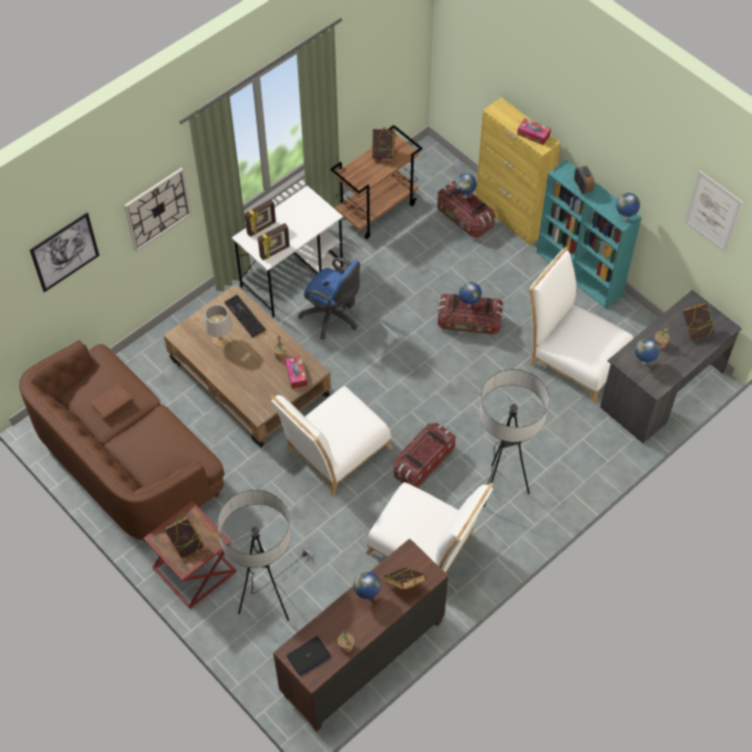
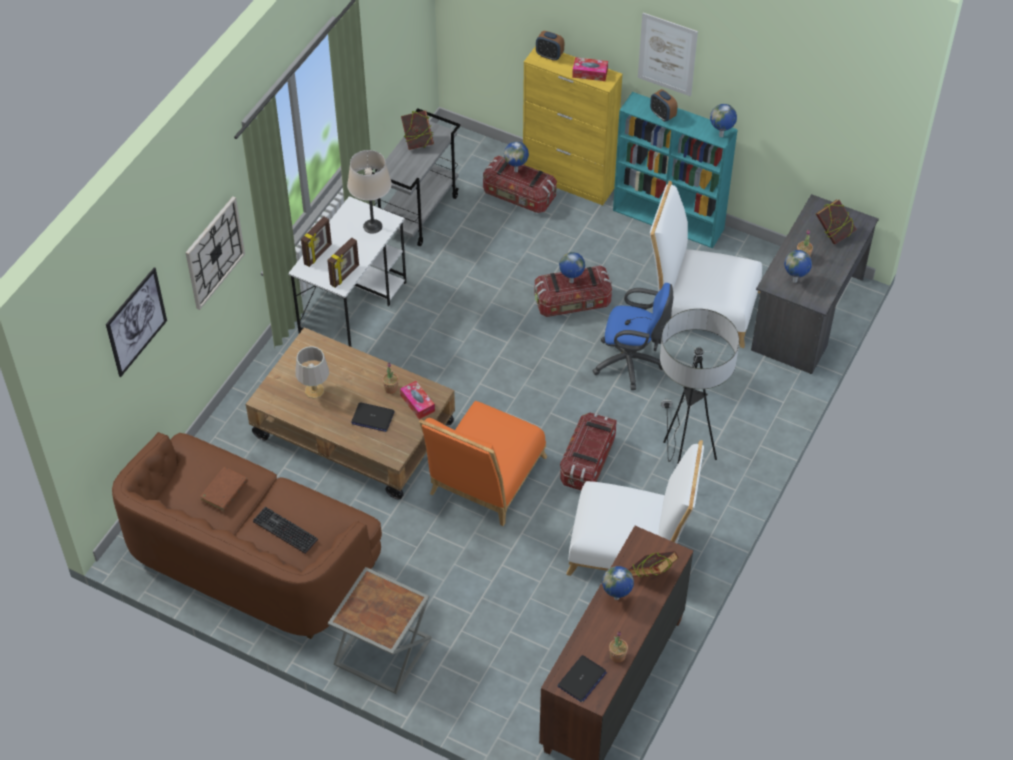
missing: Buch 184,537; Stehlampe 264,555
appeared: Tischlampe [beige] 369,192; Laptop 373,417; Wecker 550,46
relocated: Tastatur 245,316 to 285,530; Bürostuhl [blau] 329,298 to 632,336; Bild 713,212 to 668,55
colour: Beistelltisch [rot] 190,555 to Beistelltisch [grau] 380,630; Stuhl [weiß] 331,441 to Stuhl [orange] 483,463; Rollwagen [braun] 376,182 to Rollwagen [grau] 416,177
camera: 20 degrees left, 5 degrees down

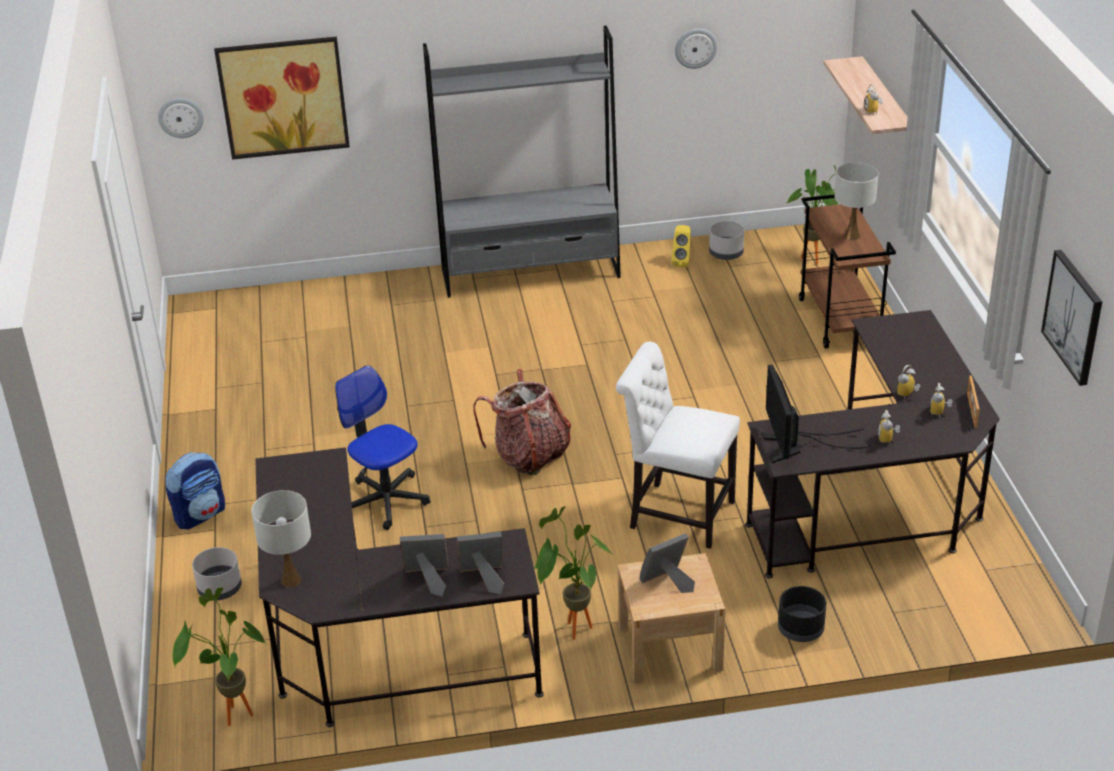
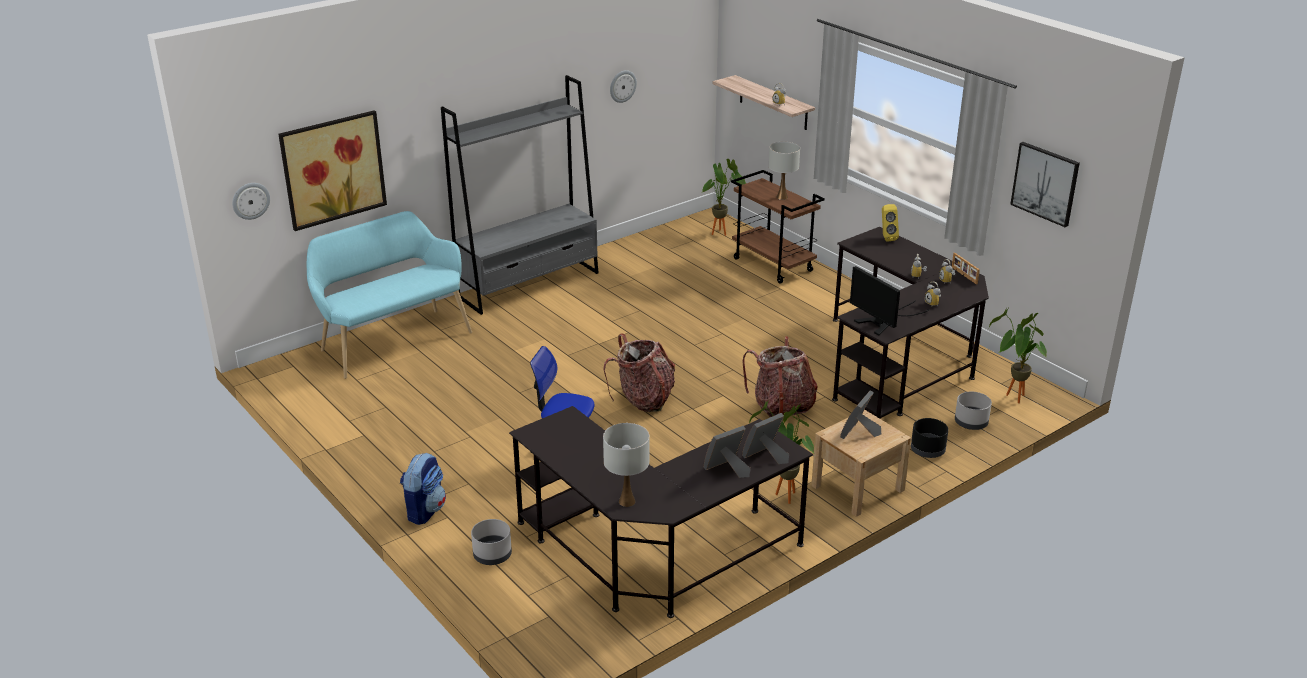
appeared: Bank [türkis] 389,295
relocated: Topfpflanze 219,657 to 1018,355; Lautsprecher [gelb] 681,246 to 890,223; Pflanzkübel [grau] 726,240 to 973,411
exchanged: Stuhl [weiß] 678,445 to Rucksack 780,378
camera: 30 degrees left, 5 degrees down

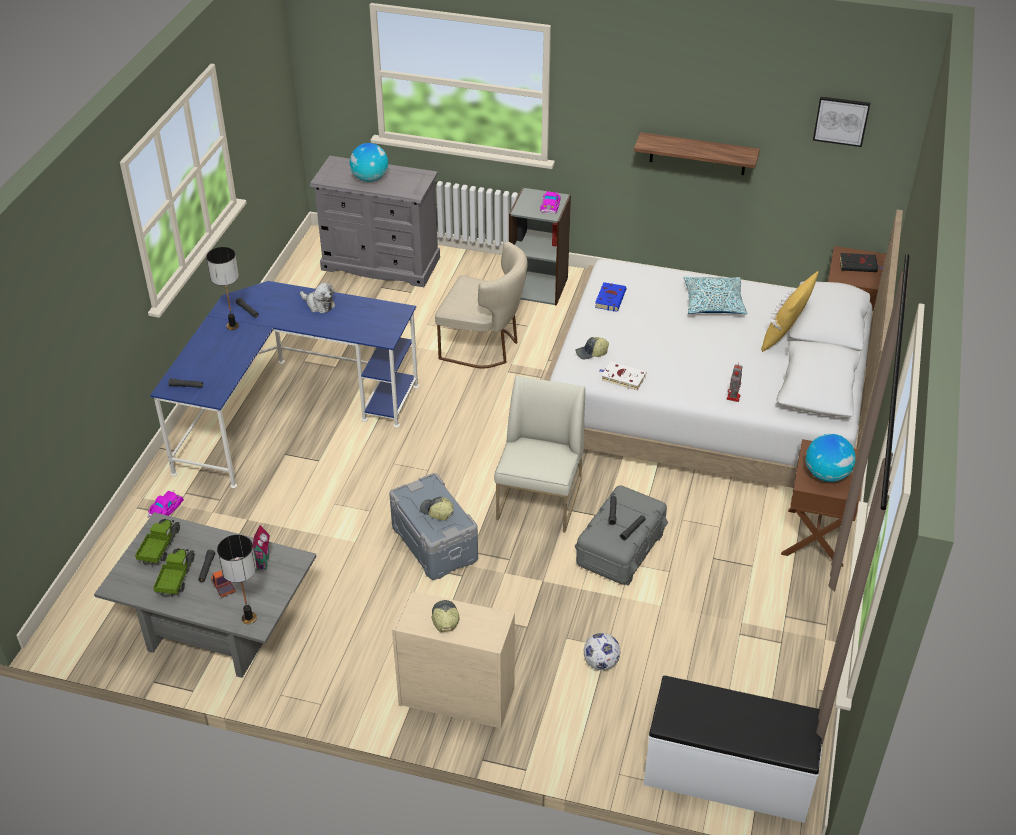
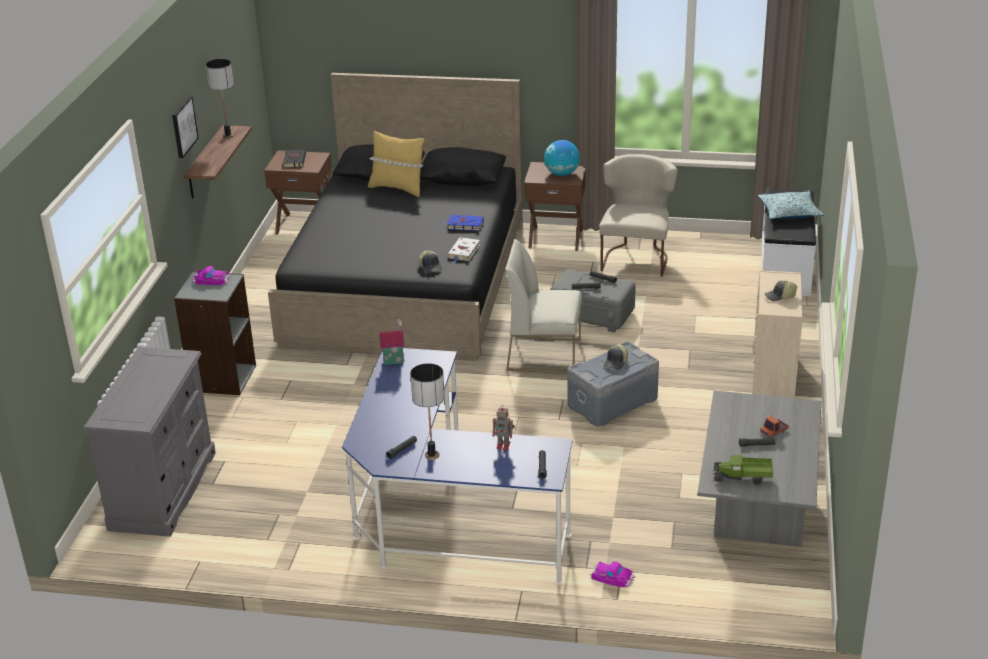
missing: Spielzeuglaster 174,572; Plüschtier 317,297; Globus 369,162; Fußball 602,651
relocated: Tischlampe 237,579 to 220,98; Spielzeughaus 261,548 to 392,341; Stuhl [beige] 481,305 to 638,215; Buch [blau] 610,297 to 464,223; Kissen 716,295 to 791,205; Spielzeugroboter 735,382 to 504,427; Bild 841,121 to 185,127
colour: Bett [weiß] 723,348 to Bett [schwarz] 395,217
camera: 95 degrees left, 10 degrees down

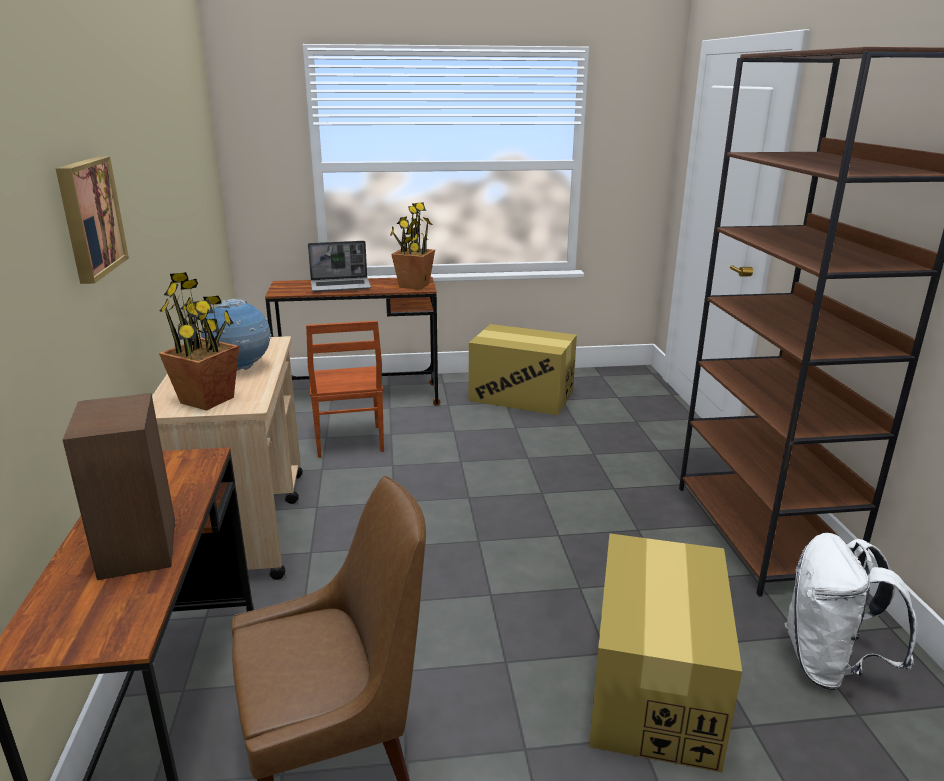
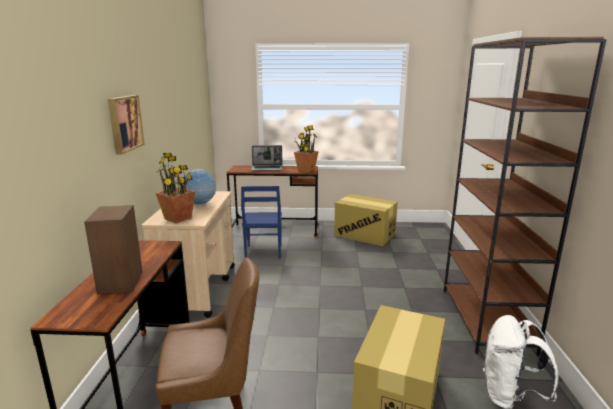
colour: Stuhl [braun] 345,389 to Stuhl [blau] 261,222
camera: 10 degrees right, 5 degrees down

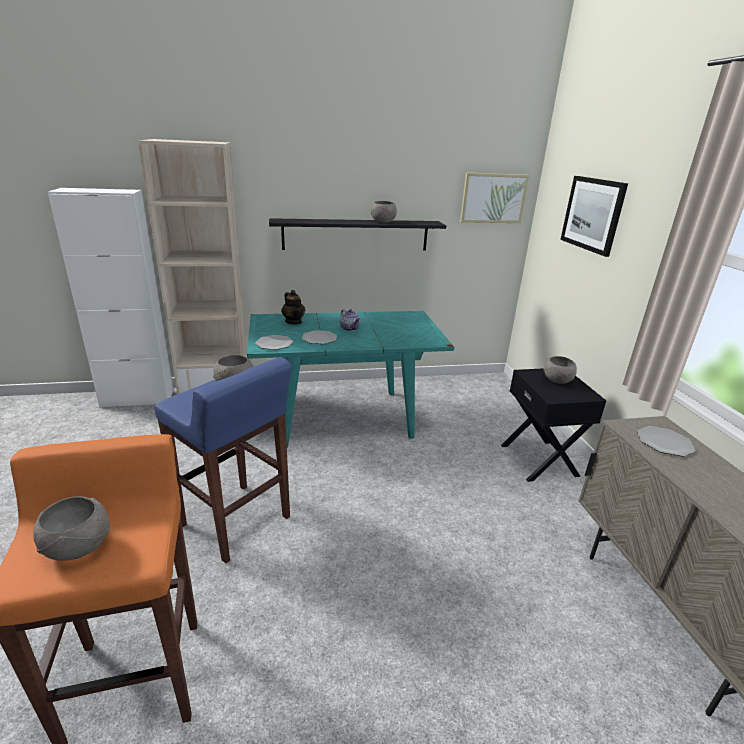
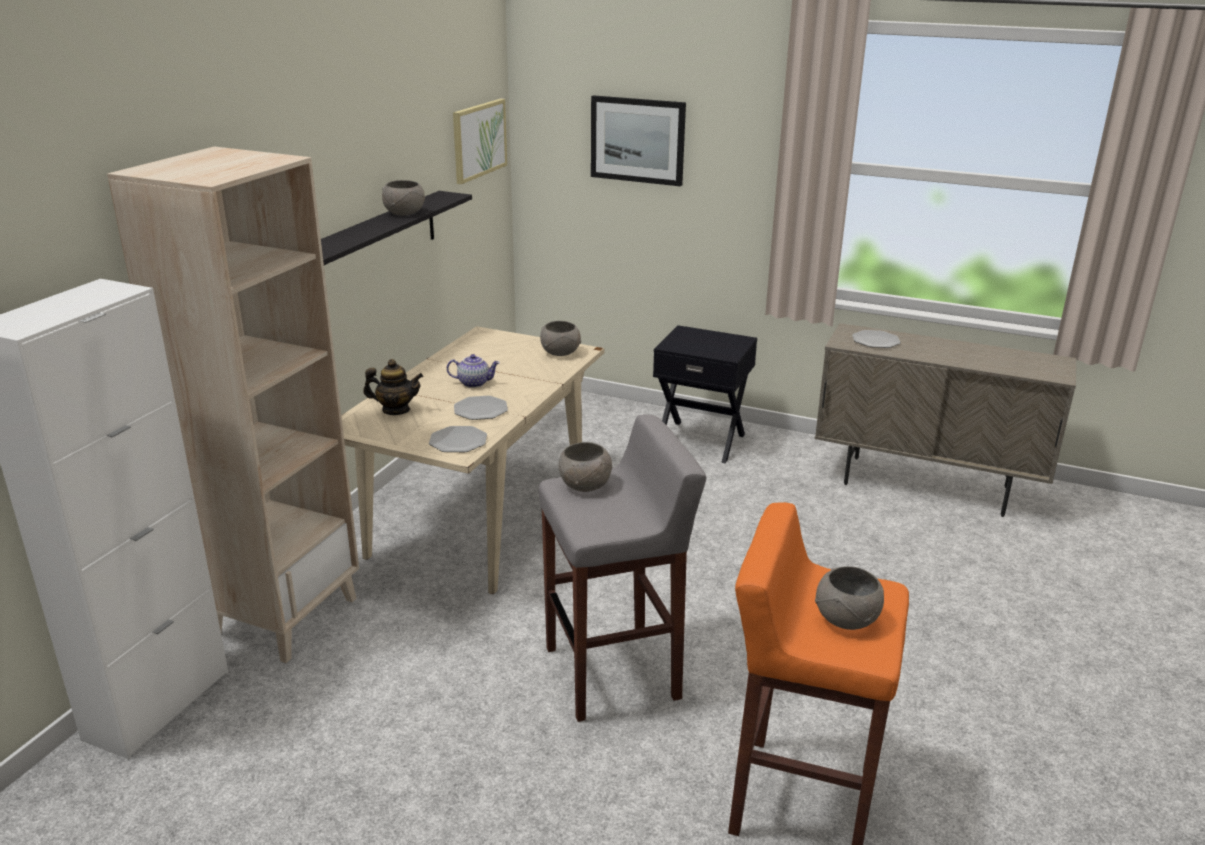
relocated: Schüssel [grau] 560,370 to 560,338
colour: Hocker [blau] 223,460 to Hocker [grau] 622,568; Esstisch [türkis] 350,379 to Esstisch [beige] 472,460
camera: 55 degrees left, 0 degrees up

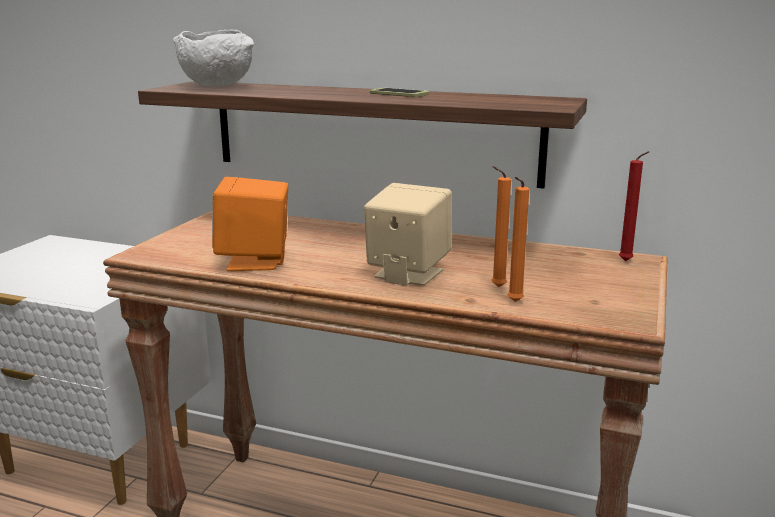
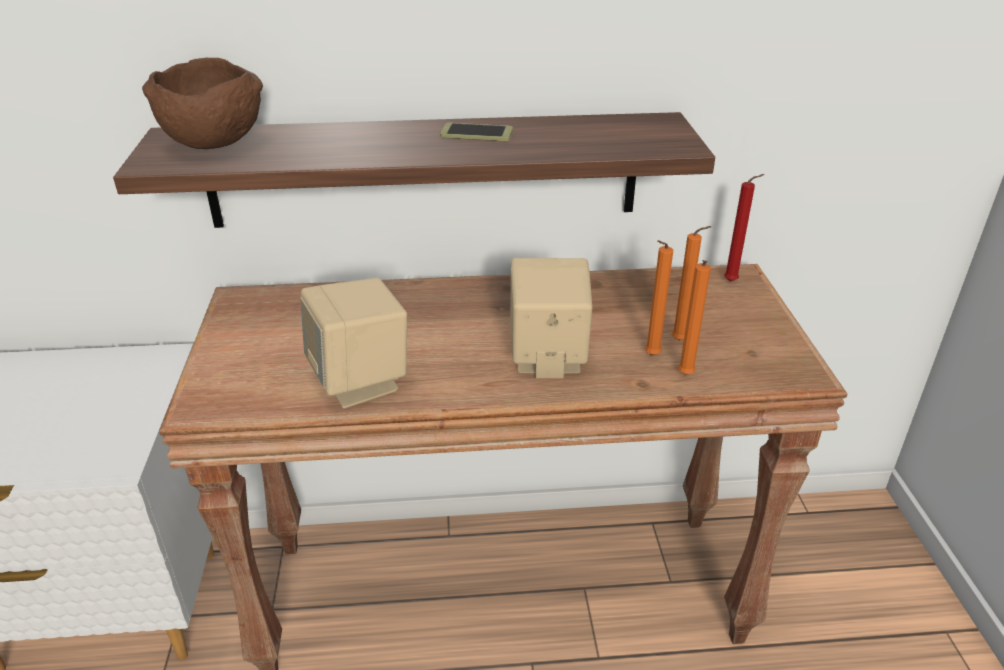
appeared: Kerze [orange] 692,283
colour: Schüssel [weiß] 213,58 to Schüssel [braun] 202,103; Lautsprecher [orange] 250,224 to Lautsprecher [beige] 353,343
camera: 25 degrees left, 15 degrees up

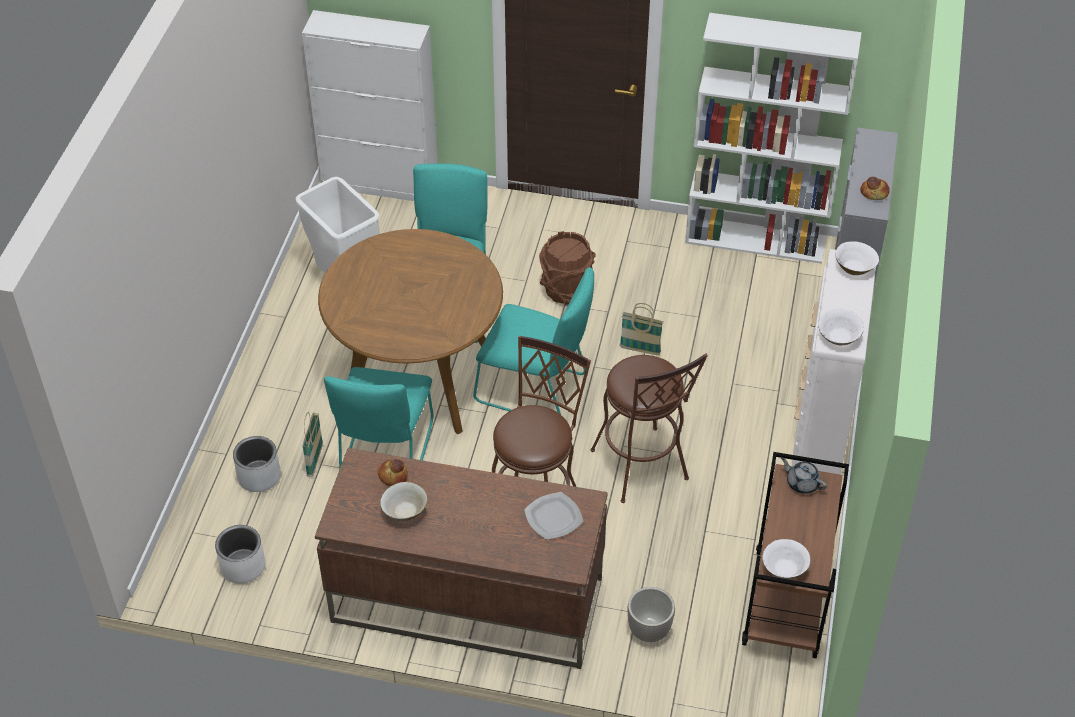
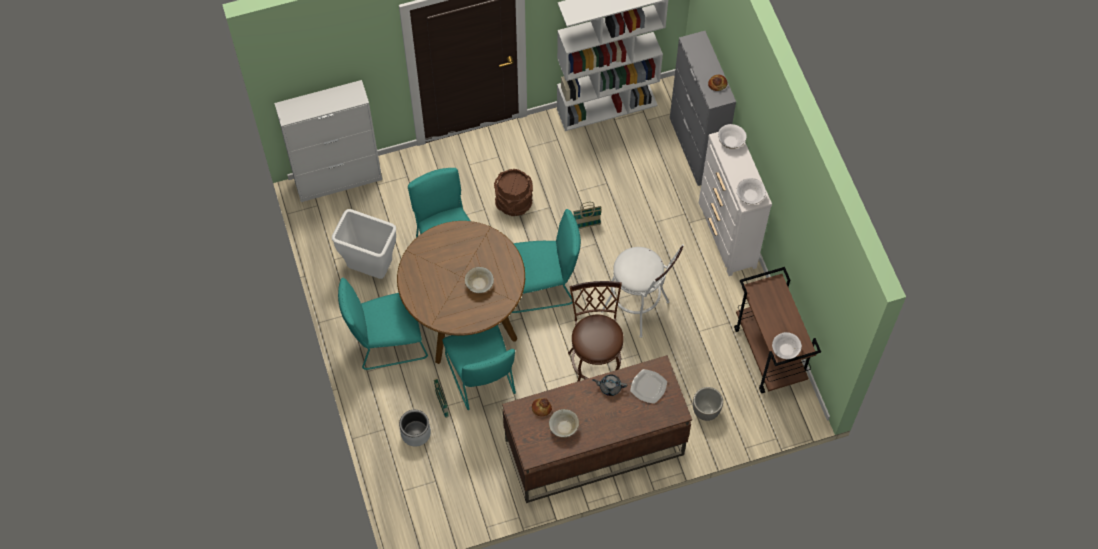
missing: Pflanzkübel [weiß] 240,554
appeared: Stuhl [türkis] 383,324; Schüssel [beige] 479,280
relocated: Teekanne [grau] 804,475 to 609,385
colour: Hocker [braun] 649,428 to Hocker [weiß] 643,291
camera: 30 degrees left, 15 degrees up

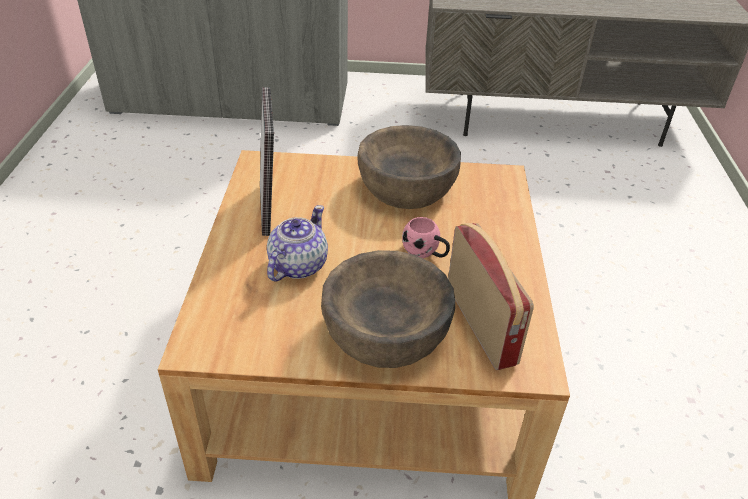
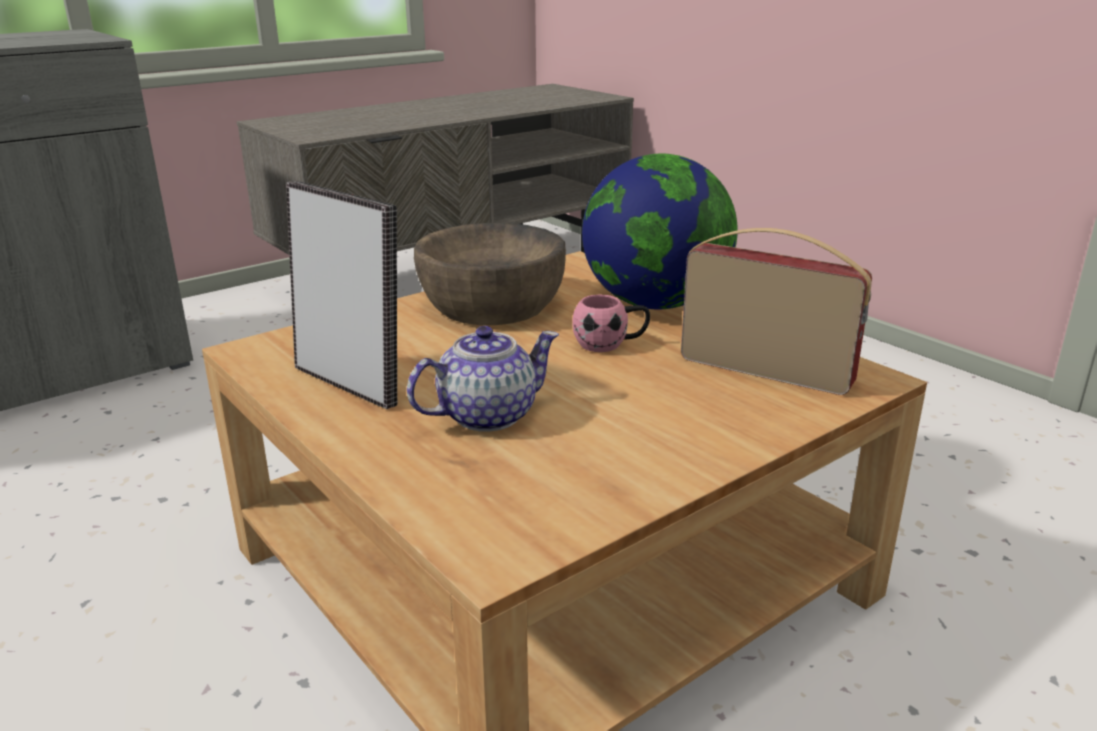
missing: Schüssel [braun] 388,309
appeared: Globus 660,231
spun: Teekanne 297,243 = 483,379 75 degrees clockwise
camera: 40 degrees left, 15 degrees down

